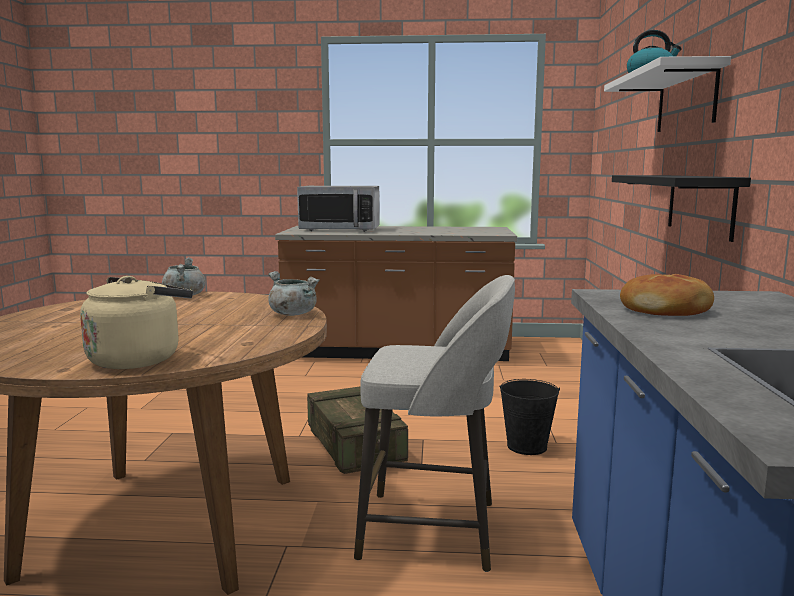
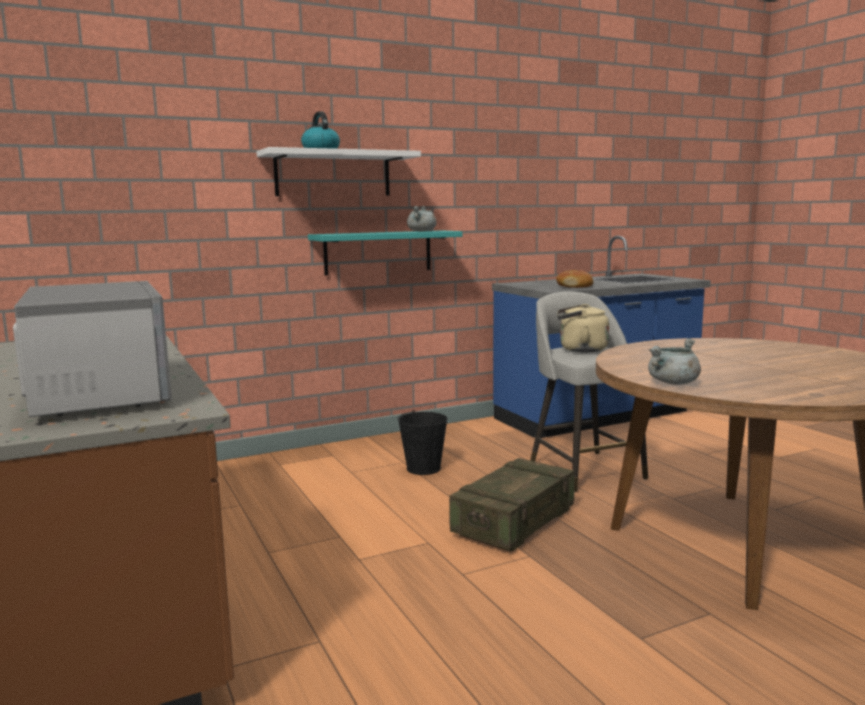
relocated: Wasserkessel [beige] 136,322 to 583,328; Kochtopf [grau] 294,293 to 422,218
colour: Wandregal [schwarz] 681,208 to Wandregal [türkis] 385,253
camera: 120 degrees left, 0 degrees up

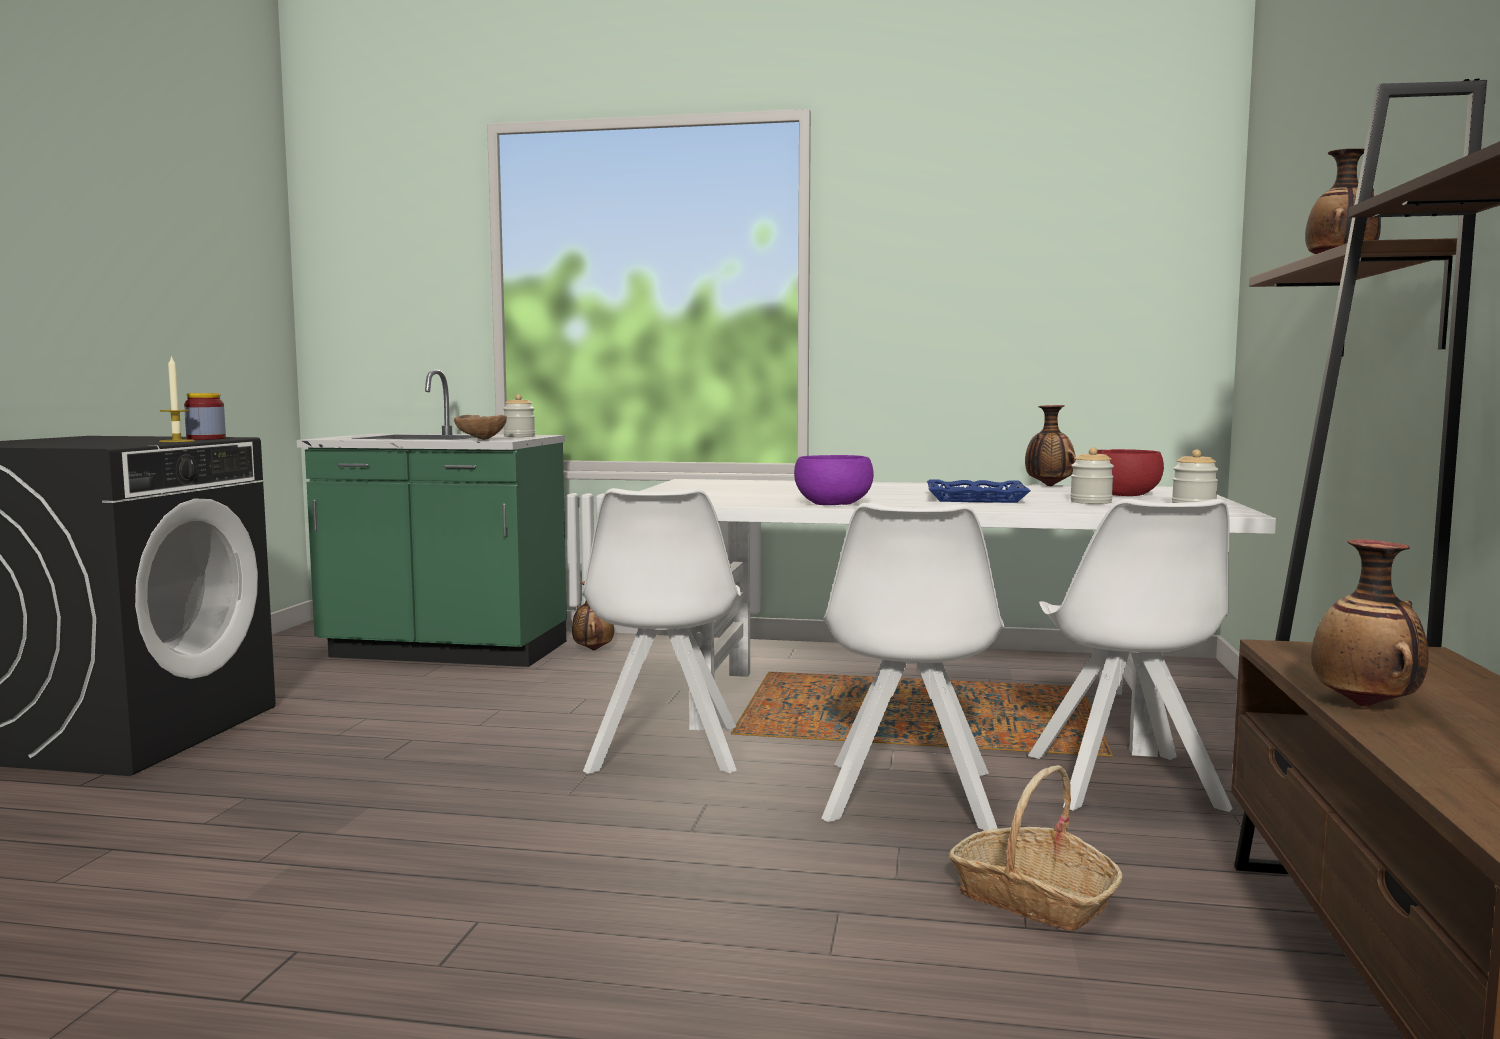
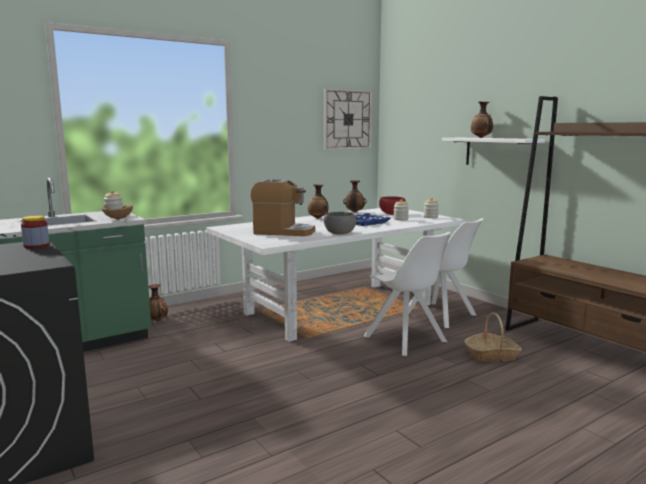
missing: Kerze 177,398; Stuhl [weiß] 661,631
appeared: Kaffeemaschine 283,207; Wanduhr 348,119
relocated: Vase 1370,623 to 318,201
colour: Schüssel [lila] 834,480 to Schüssel [grau] 340,223; Wandregal [braun] 1353,297 to Wandregal [weiß] 493,151
camera: 45 degrees left, 5 degrees up

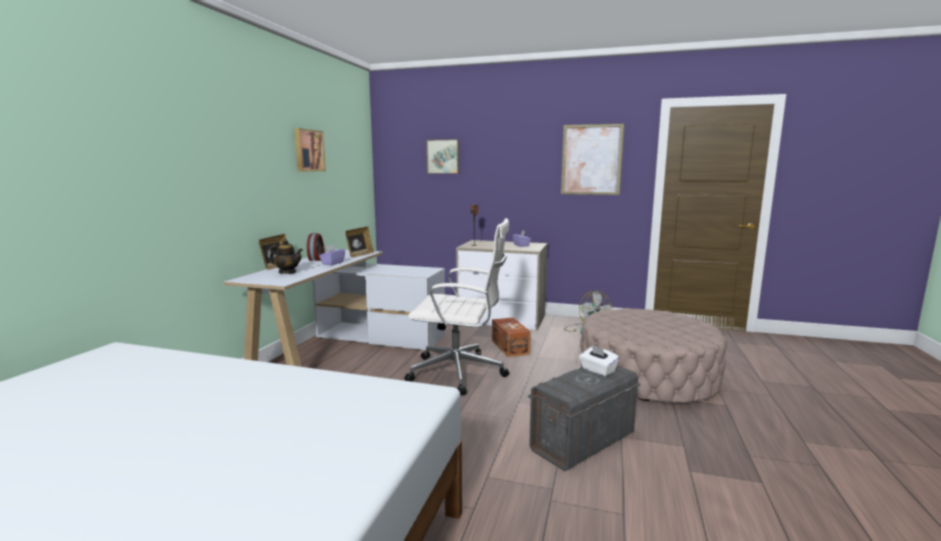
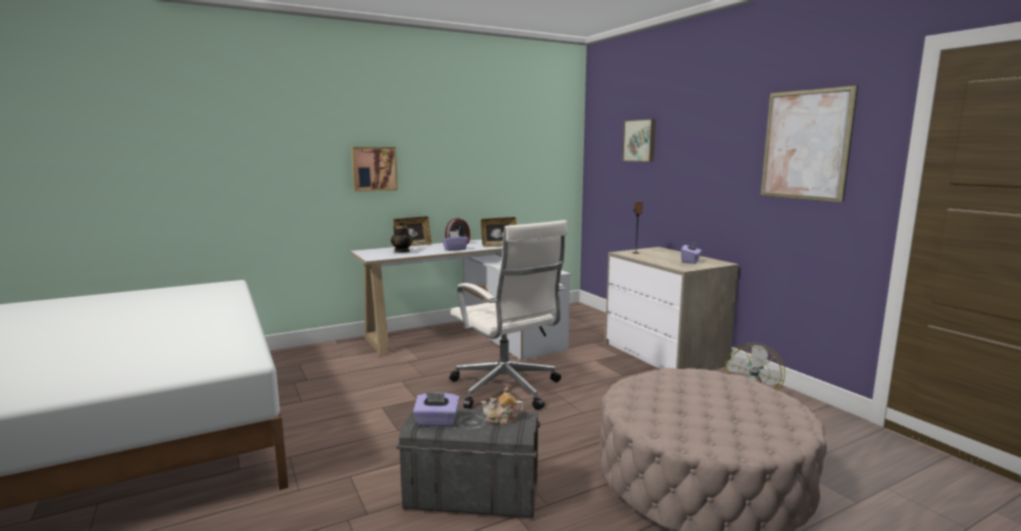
missing: Aufbewahrungsbox [braun] 511,337
appeared: Taschentuchbox [lila] 436,409
relocated: Bild 310,149 to 374,169
exchanged: Taschentuchbox [weiß] 599,360 to Teekanne 502,406
camera: 45 degrees right, 0 degrees up

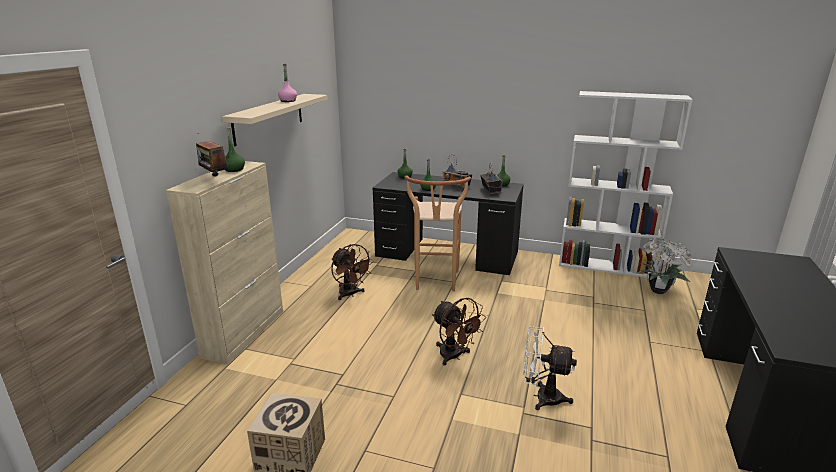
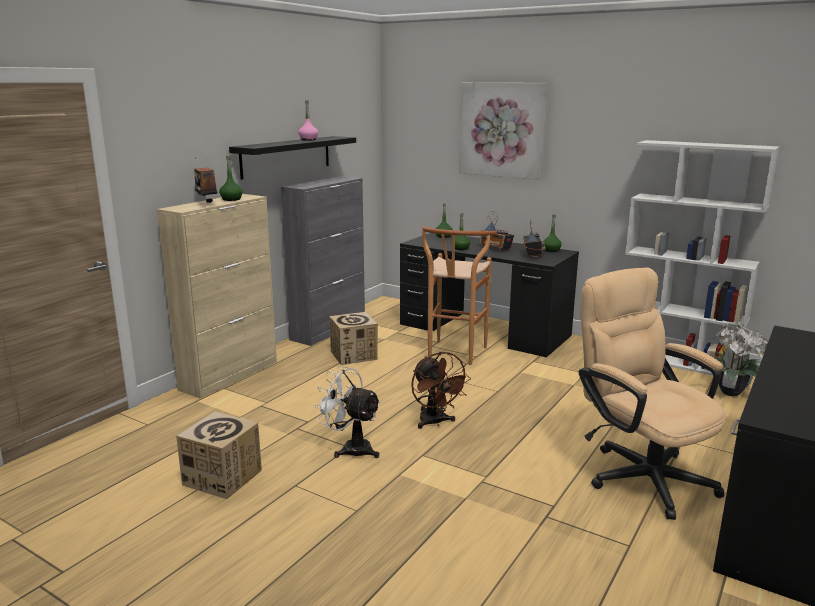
appeared: Schrank [grau] 323,261; Bild 503,131; Bürostuhl [beige] 652,394
relocated: Ventilator [weiß] 550,368 to 347,411
exchanged: Ventilator [braun] 352,272 to Karton 354,338
colour: Wandregal [beige] 275,120 to Wandregal [schwarz] 292,157
camera: 15 degrees right, 5 degrees down

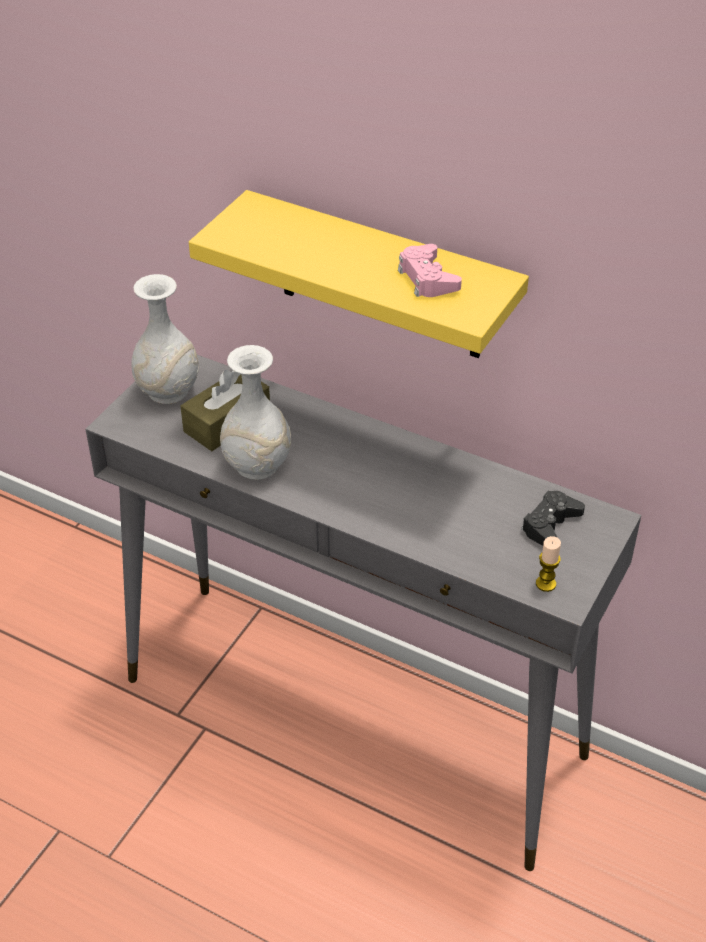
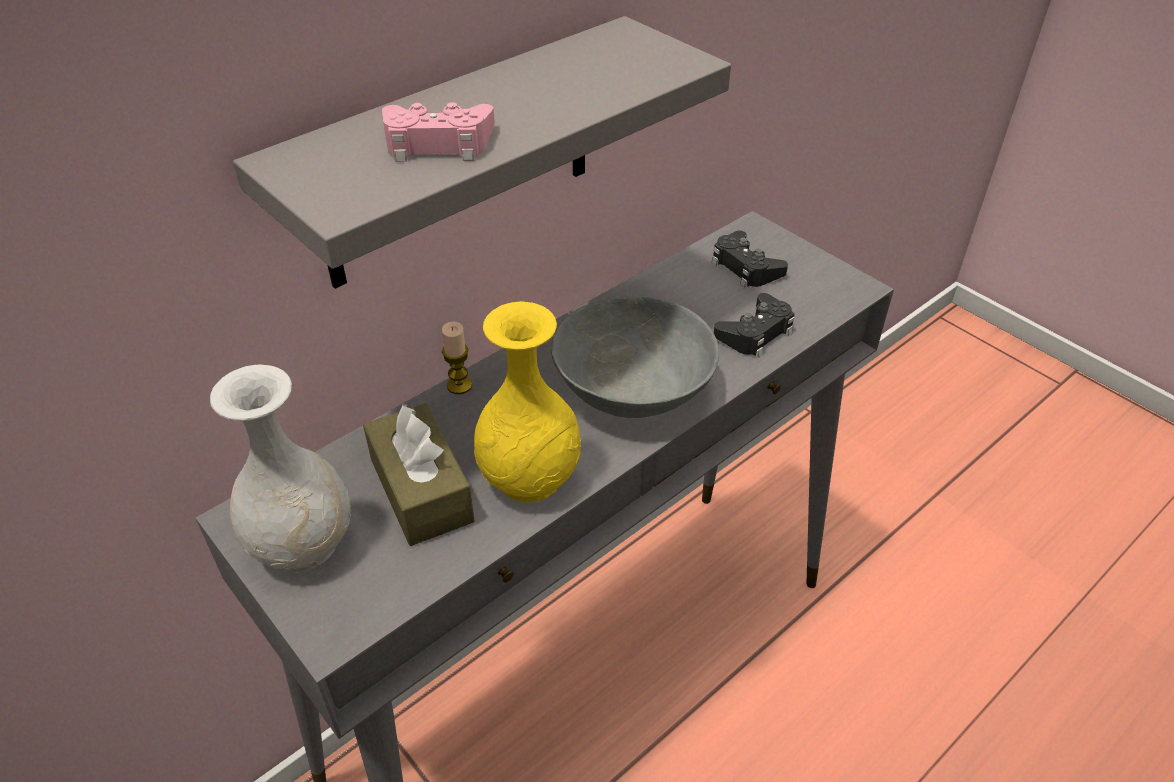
appeared: Schüssel [grau] 635,357; Gamepad [schwarz] 754,325
relocated: Gamepad [rosa] 430,270 to 438,132; Kerze 548,564 to 457,357
colour: Wandregal [gelb] 359,274 to Wandregal [grau] 482,152; Vase [weiß] 255,412 to Vase [gelb] 527,401
camera: 70 degrees left, 0 degrees up

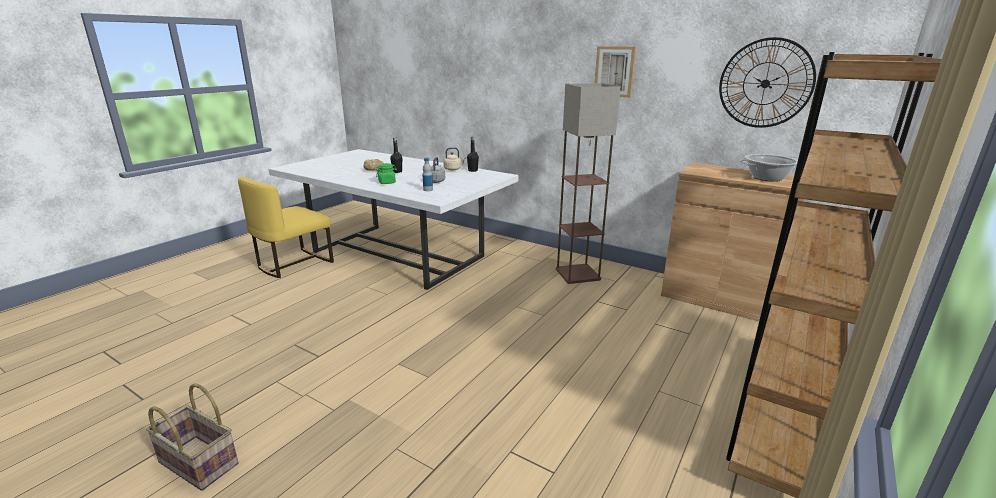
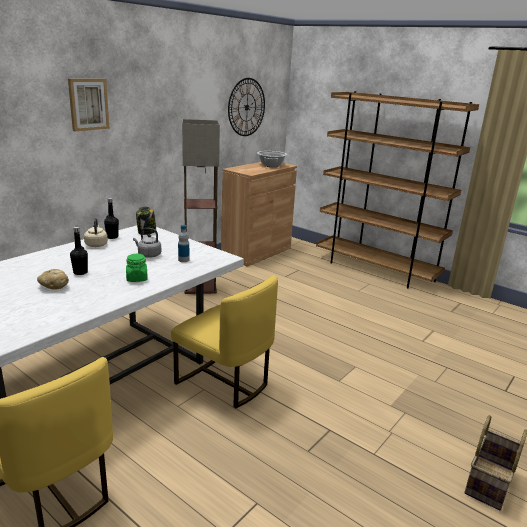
appeared: Vorratsglas 146,221; Stuhl [gelb] 224,341
relocated: Bild 615,72 to 89,105
camera: 85 degrees left, 0 degrees up

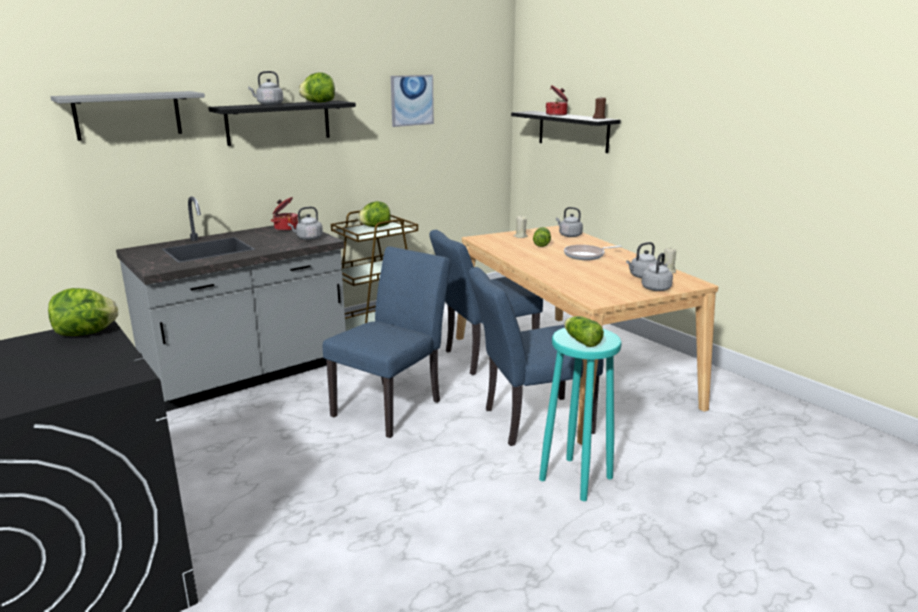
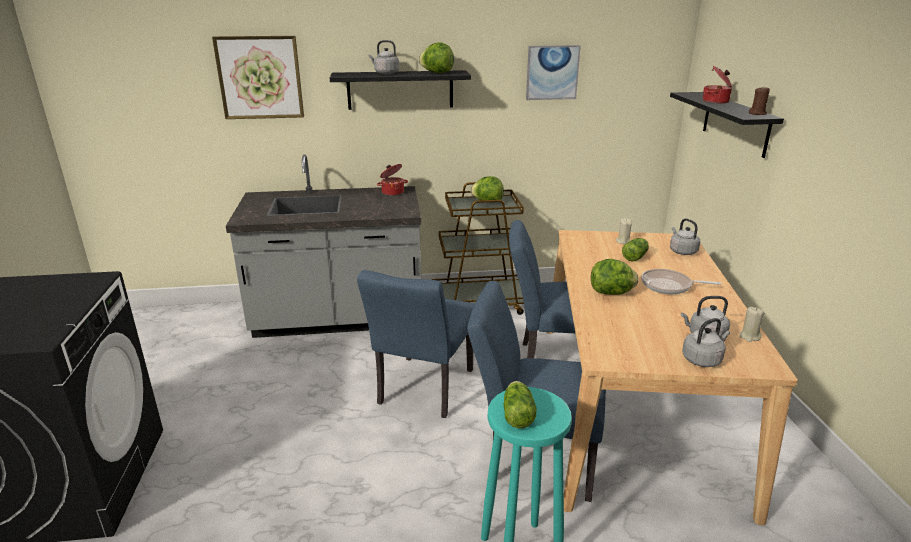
missing: Wasserkessel [grau] 305,223
relocated: Salatkopf 83,312 to 615,277
exchanged: Wandregal [grau] 127,116 to Bild 258,77
spun: Stuhl [blau] 386,342 = 415,344 135 degrees clockwise
camera: 30 degrees right, 5 degrees up

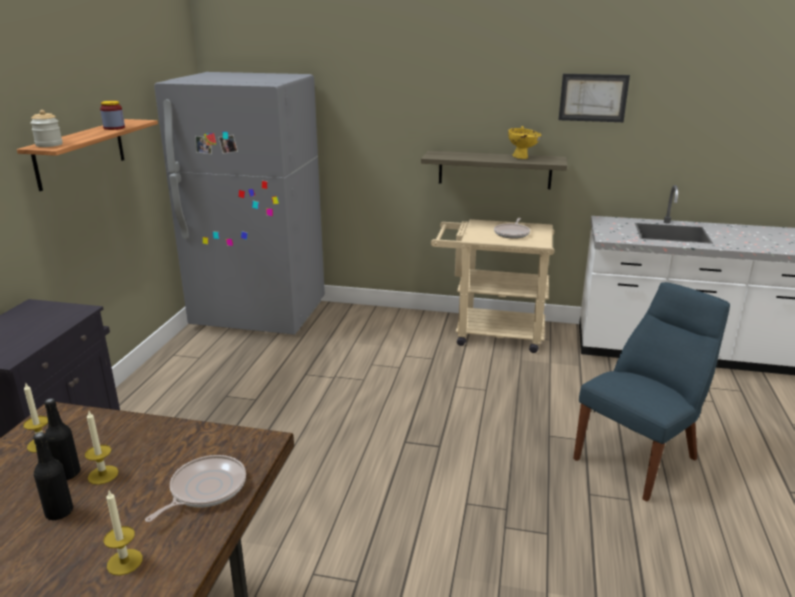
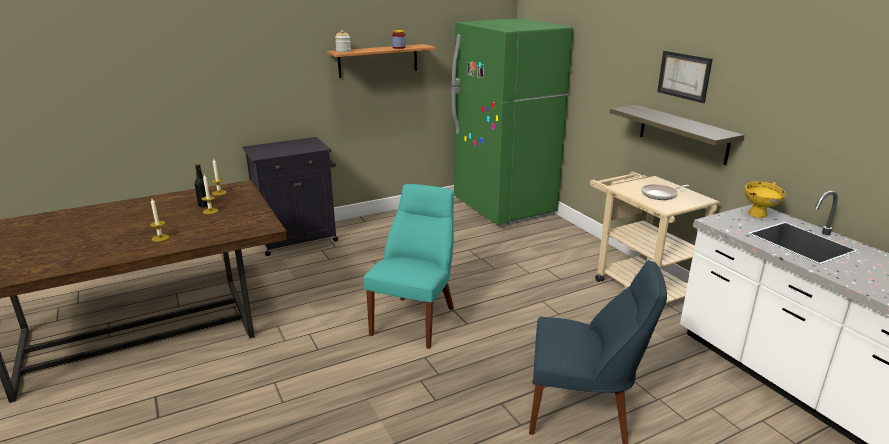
missing: Flasche [schwarz] 53,476; Pfanne 195,488
appeared: Stuhl [türkis] 409,266
relocated: Schüssel [gelb] 524,142 to 765,199; Bild 594,98 to 685,77
colour: Kühlschrank [grau] 239,203 to Kühlschrank [grün] 512,121
camera: 50 degrees right, 0 degrees up

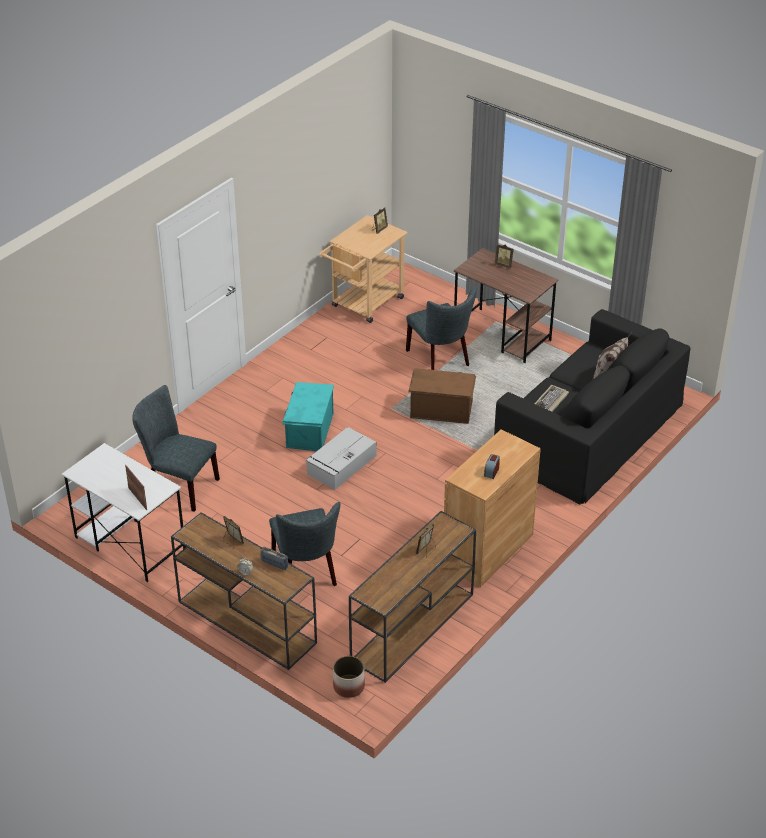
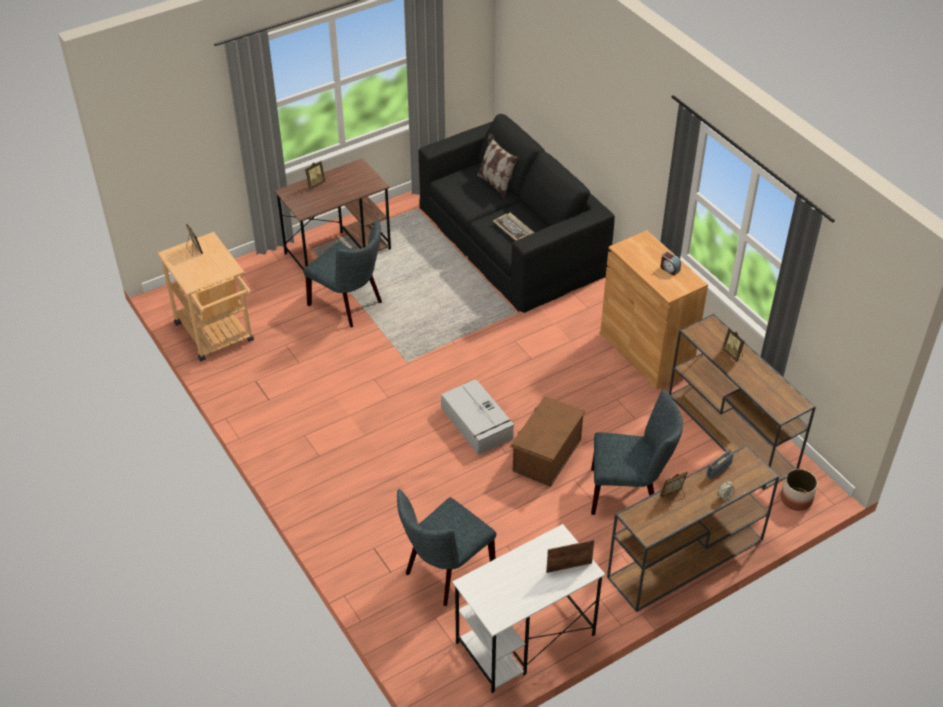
missing: Aufbewahrungsbox [türkis] 308,416
relocated: Aufbewahrungsbox [braun] 442,396 to 547,442
spun: Stuhl [grau] 441,328 = 342,272 45 degrees clockwise
camera: 70 degrees left, 5 degrees up

